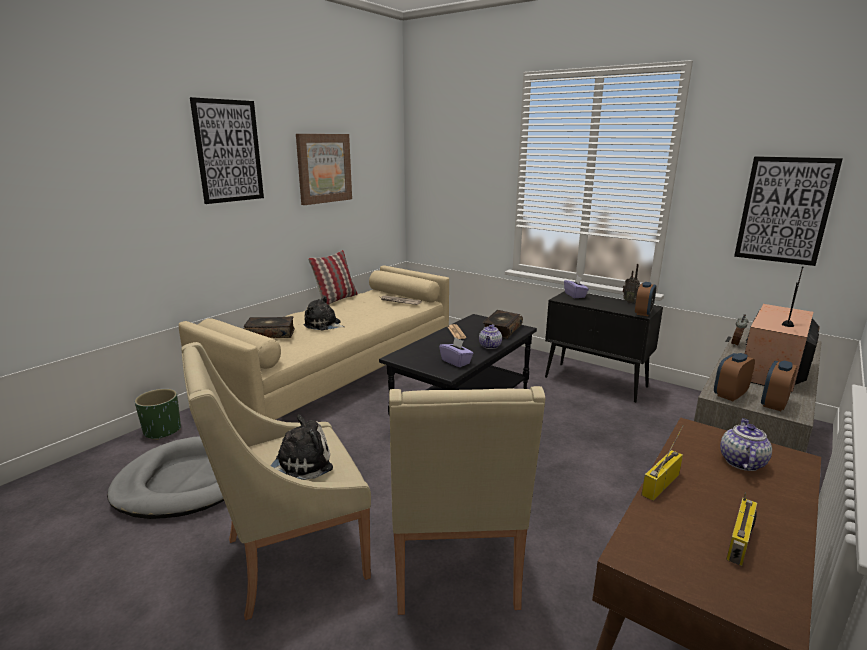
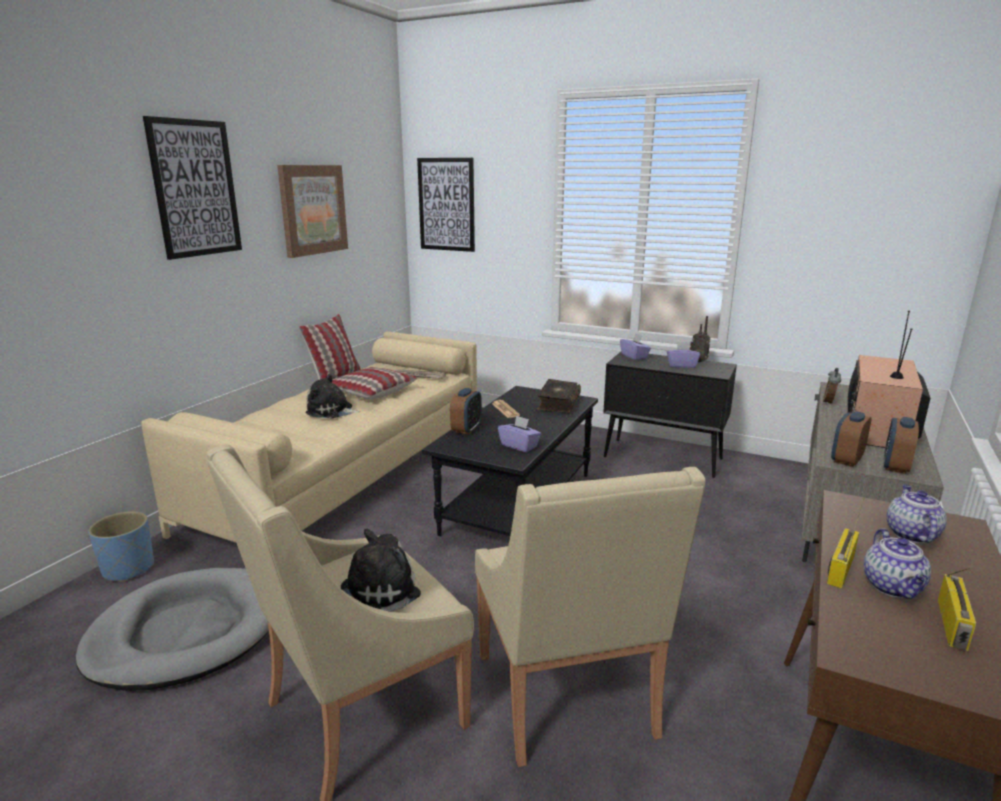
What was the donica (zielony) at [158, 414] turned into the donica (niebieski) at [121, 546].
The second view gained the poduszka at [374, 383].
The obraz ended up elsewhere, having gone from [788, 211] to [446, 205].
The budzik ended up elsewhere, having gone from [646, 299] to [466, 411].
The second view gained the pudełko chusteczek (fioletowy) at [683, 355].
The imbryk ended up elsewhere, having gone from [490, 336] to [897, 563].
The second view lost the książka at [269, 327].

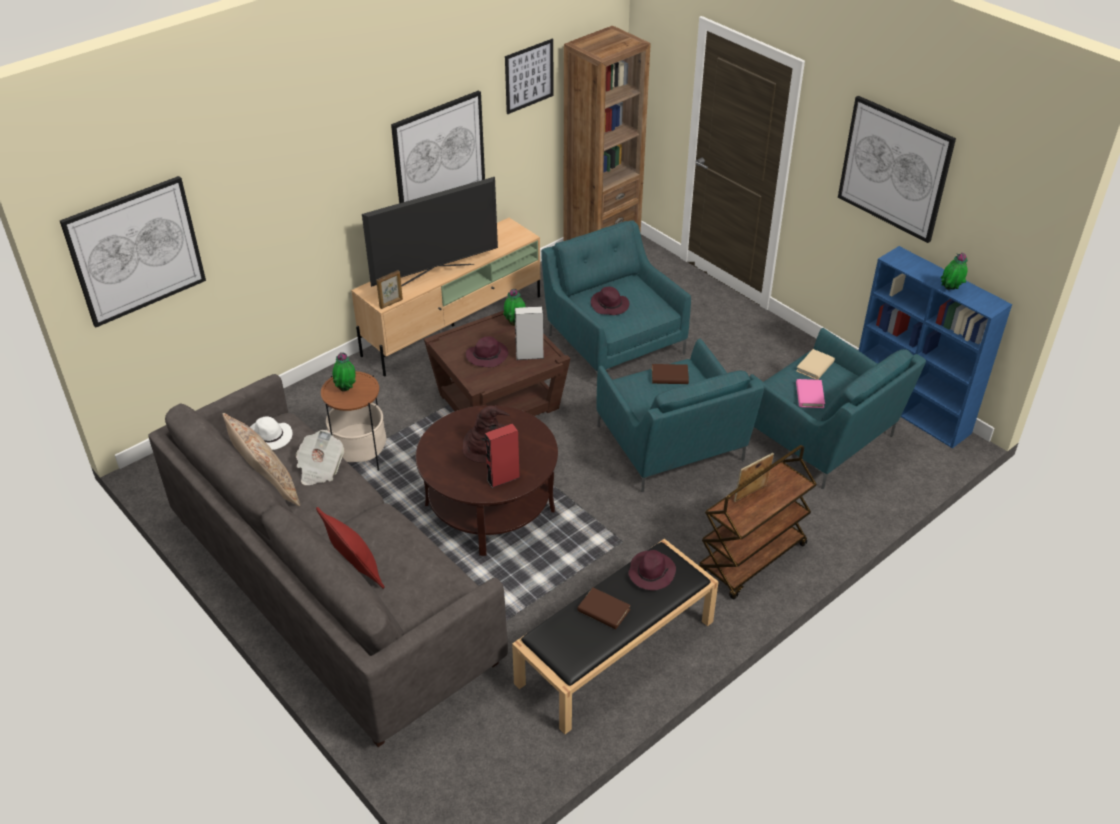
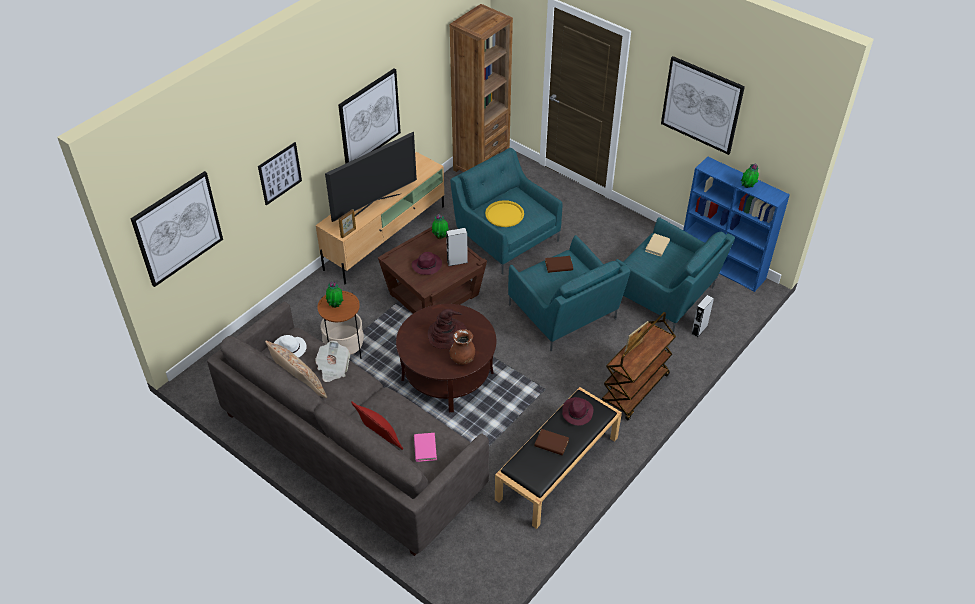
The obraz ended up elsewhere, having gone from [529, 76] to [280, 173].
The książka (różowy) ended up elsewhere, having gone from [810, 393] to [425, 447].
Where the głośnik (czerwony) stood at [502, 455], the wazon (brązowy) came to stand at [462, 347].
Where the kapelusz (fioletowy) stood at [610, 301], the taca (żółty) came to stand at [504, 213].
The second view gained the głośnik (szary) at [702, 316].

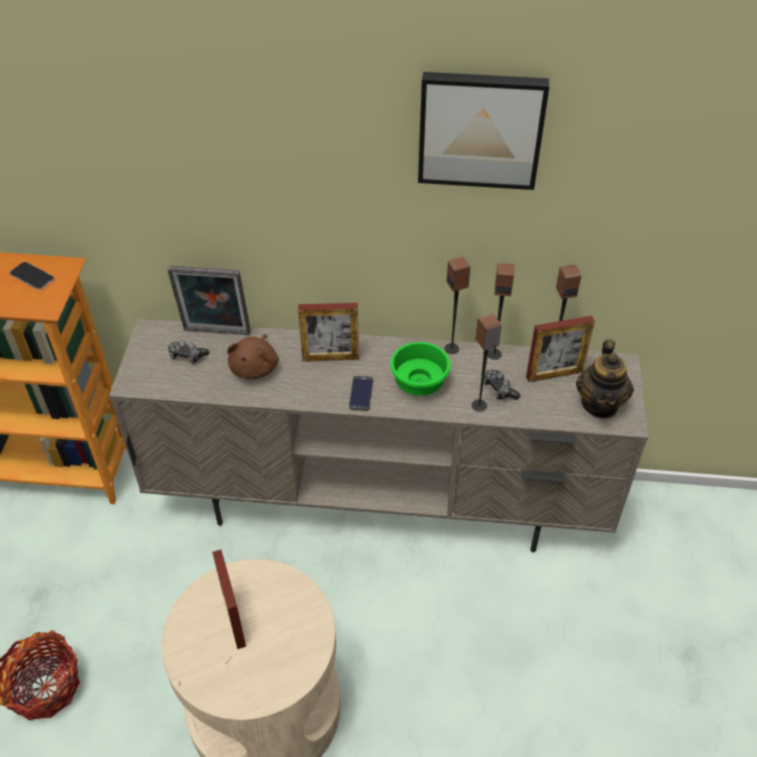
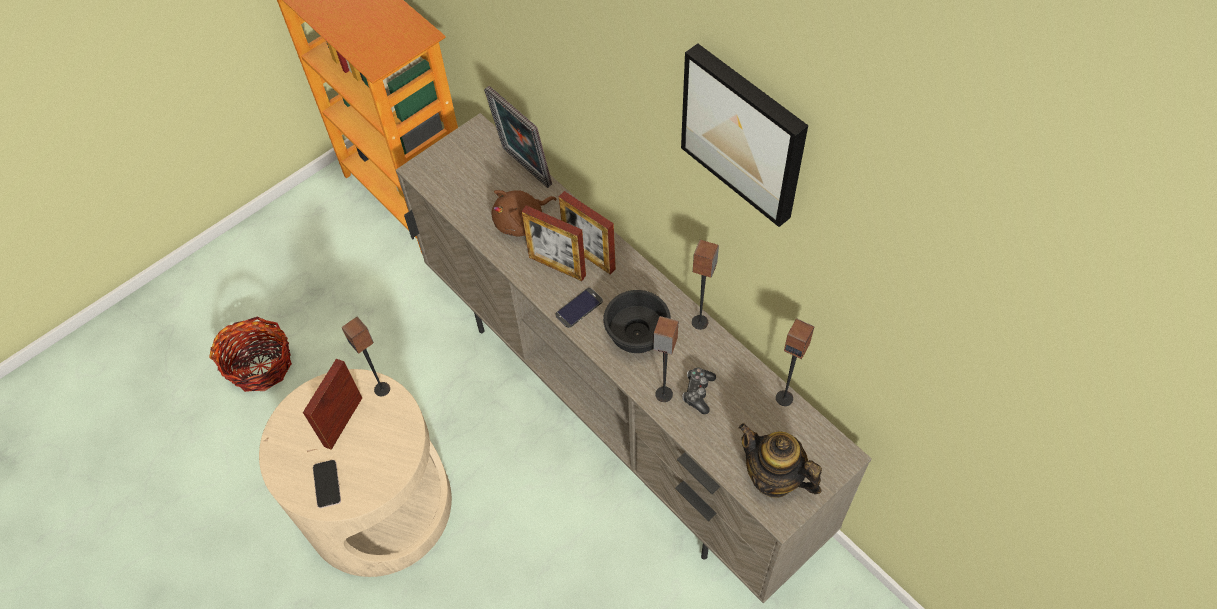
The telefon ended up elsewhere, having gone from [31, 276] to [327, 484].
The głośnik ended up elsewhere, having gone from [501, 311] to [366, 356].
The ramka na zdjęcie ended up elsewhere, having gone from [560, 349] to [553, 243].
What was the miska (zielony) at [420, 369] turned into the miska (czarny) at [637, 321].
The imbryk at [605, 379] ended up facing another way, 75 degrees clockwise from before.
The second view lost the pad do gier at [188, 352].

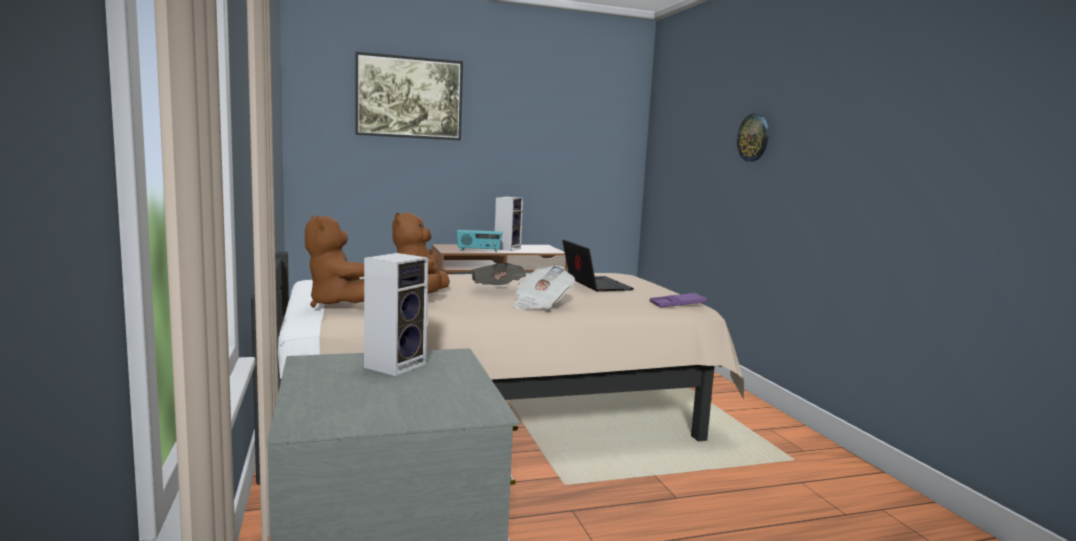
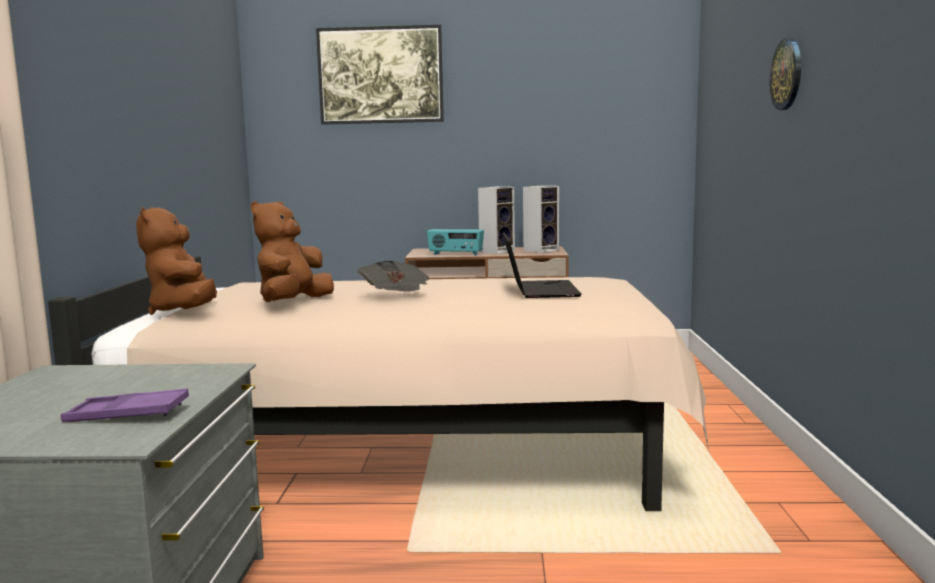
The taca (fioletowy) ended up elsewhere, having gone from [678, 300] to [125, 405].
The głośnik ended up elsewhere, having gone from [396, 314] to [541, 219].
The second view lost the gazeta at [544, 287].

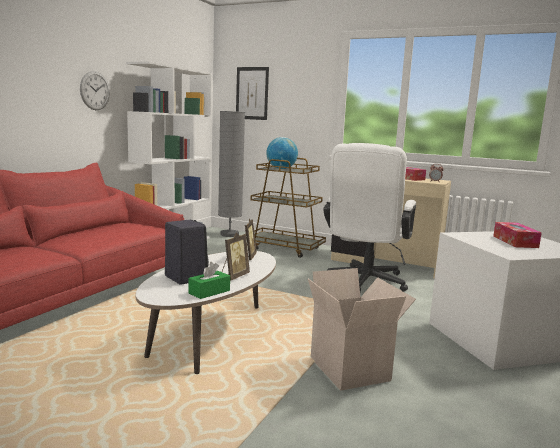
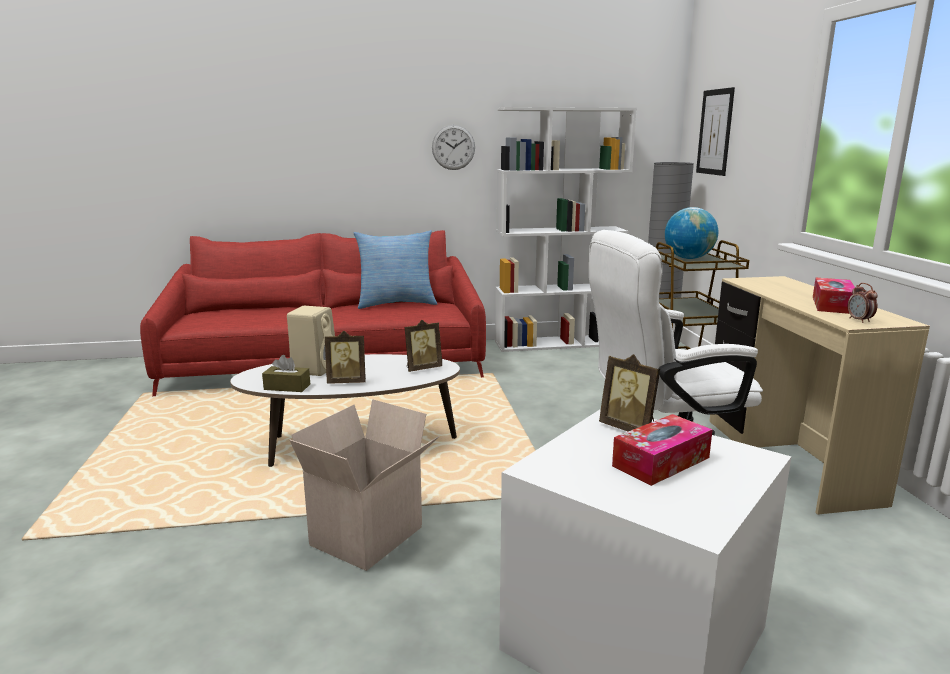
What was the pudełko chusteczek (zielony) at [209, 280] turned into the pudełko chusteczek (brązowy) at [286, 373].
What was the głośnik (czarny) at [187, 252] turned into the głośnik (beżowy) at [311, 341].
The second view gained the poduszka at [395, 269].
The second view gained the ramka na zdjęcie at [629, 392].

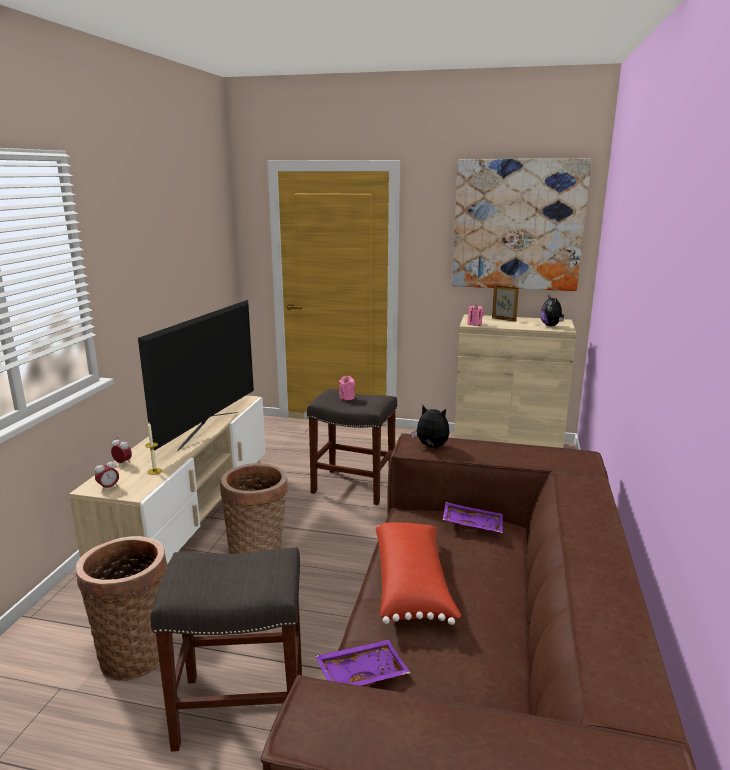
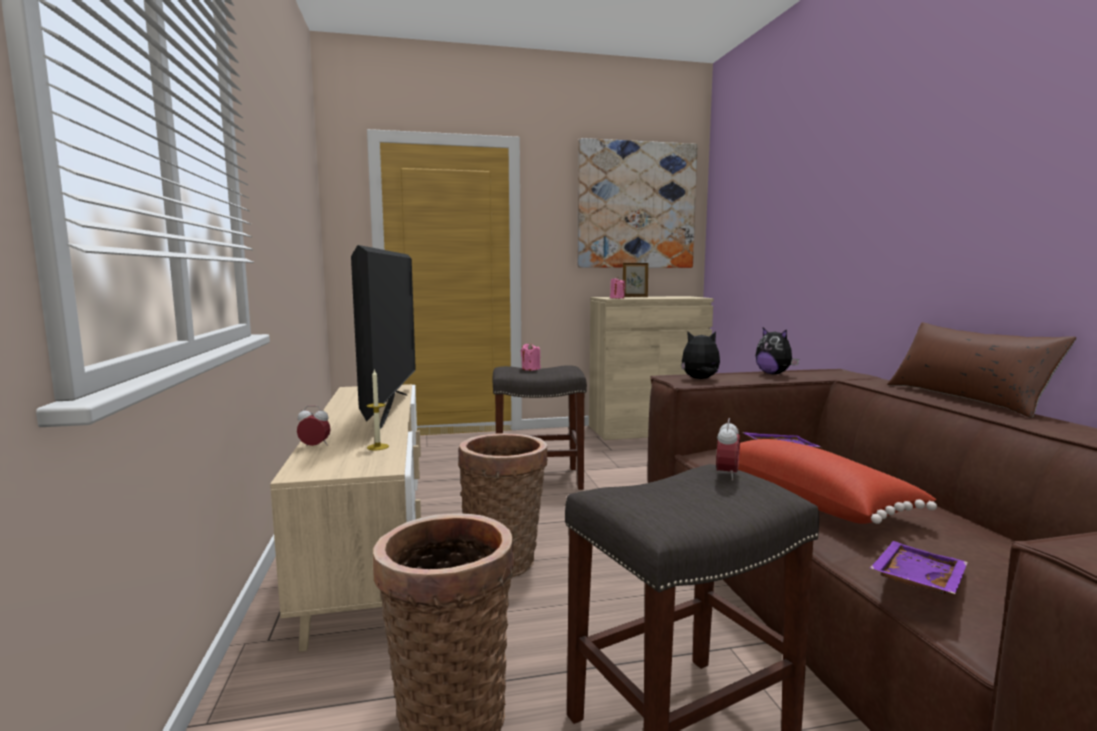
The budzik ended up elsewhere, having gone from [107, 475] to [728, 449].
The pluszak ended up elsewhere, having gone from [552, 310] to [777, 351].
The second view gained the poduszka (brązowy) at [982, 370].

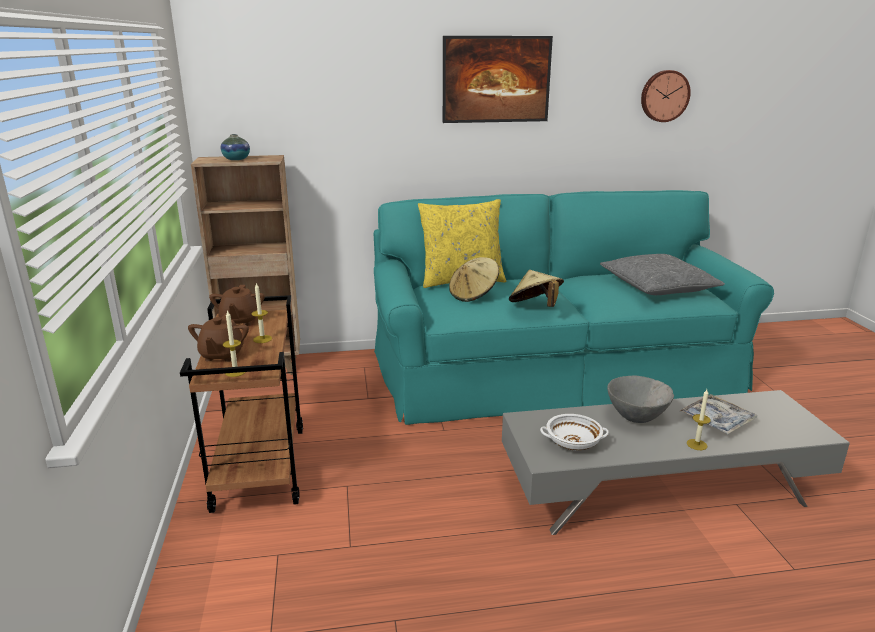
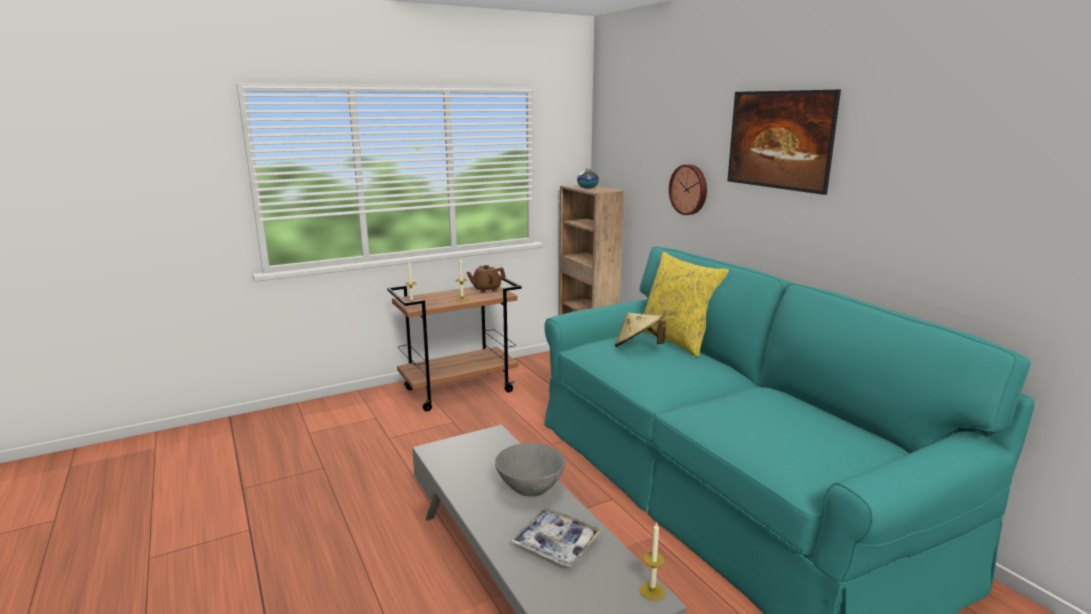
The świeca ended up elsewhere, having gone from [699, 419] to [652, 561].
The zegar ścienny ended up elsewhere, having gone from [666, 96] to [688, 189].
The second view lost the imbryk (brązowy) at [218, 338].
The second view lost the kapelusz (beżowy) at [536, 288].
The second view lost the miska (biały) at [574, 432].
The second view lost the poduszka (szary) at [662, 274].

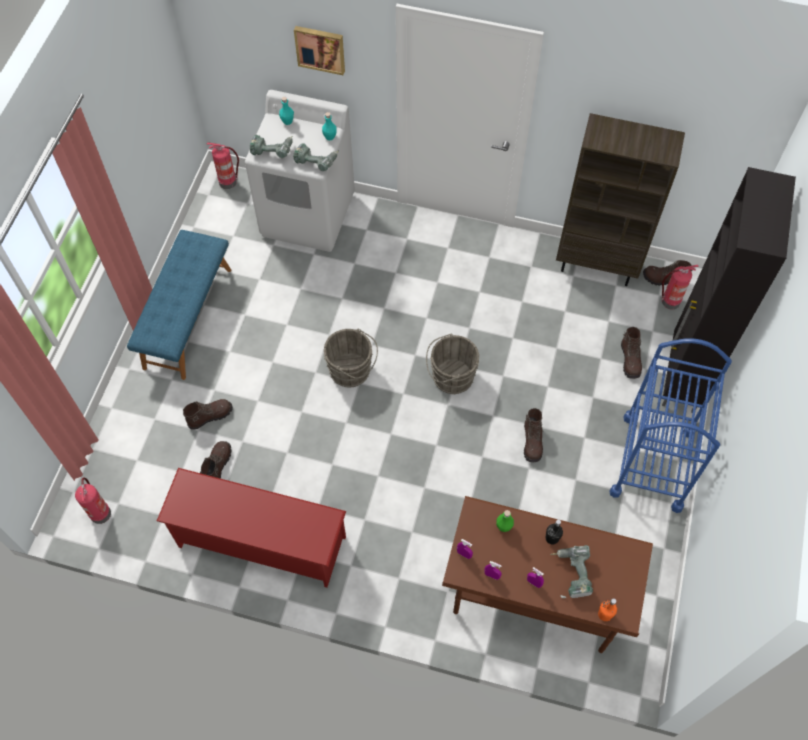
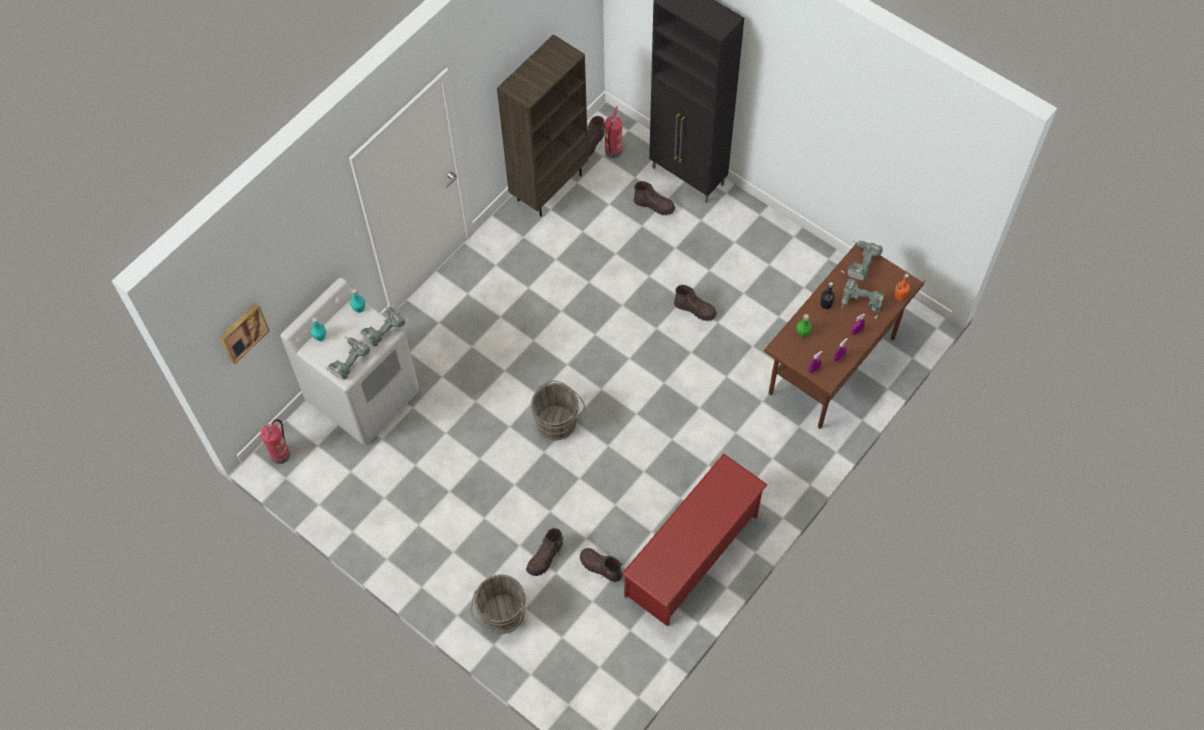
The obraz ended up elsewhere, having gone from [319, 50] to [244, 333].
The wiadro (szary) ended up elsewhere, having gone from [452, 364] to [498, 604].
The but z cholewką (brązowy) at [208, 414] ended up facing another way, 135 degrees counterclockwise from before.
The second view gained the wiertarka at [862, 260].
The second view lost the gaśnica at [93, 500].
The second view lost the ławka (niebieski) at [179, 305].
The second view lost the wózek (niebieski) at [671, 426].

